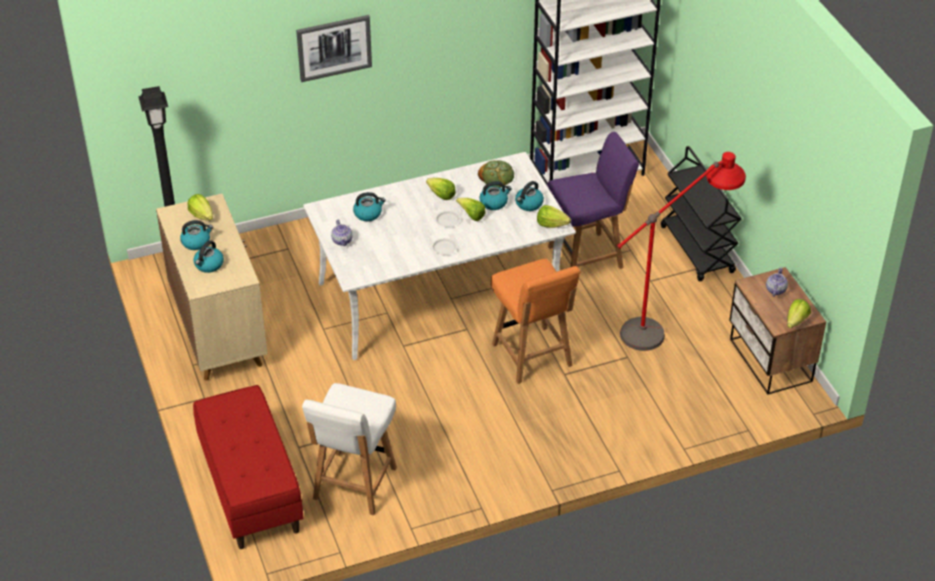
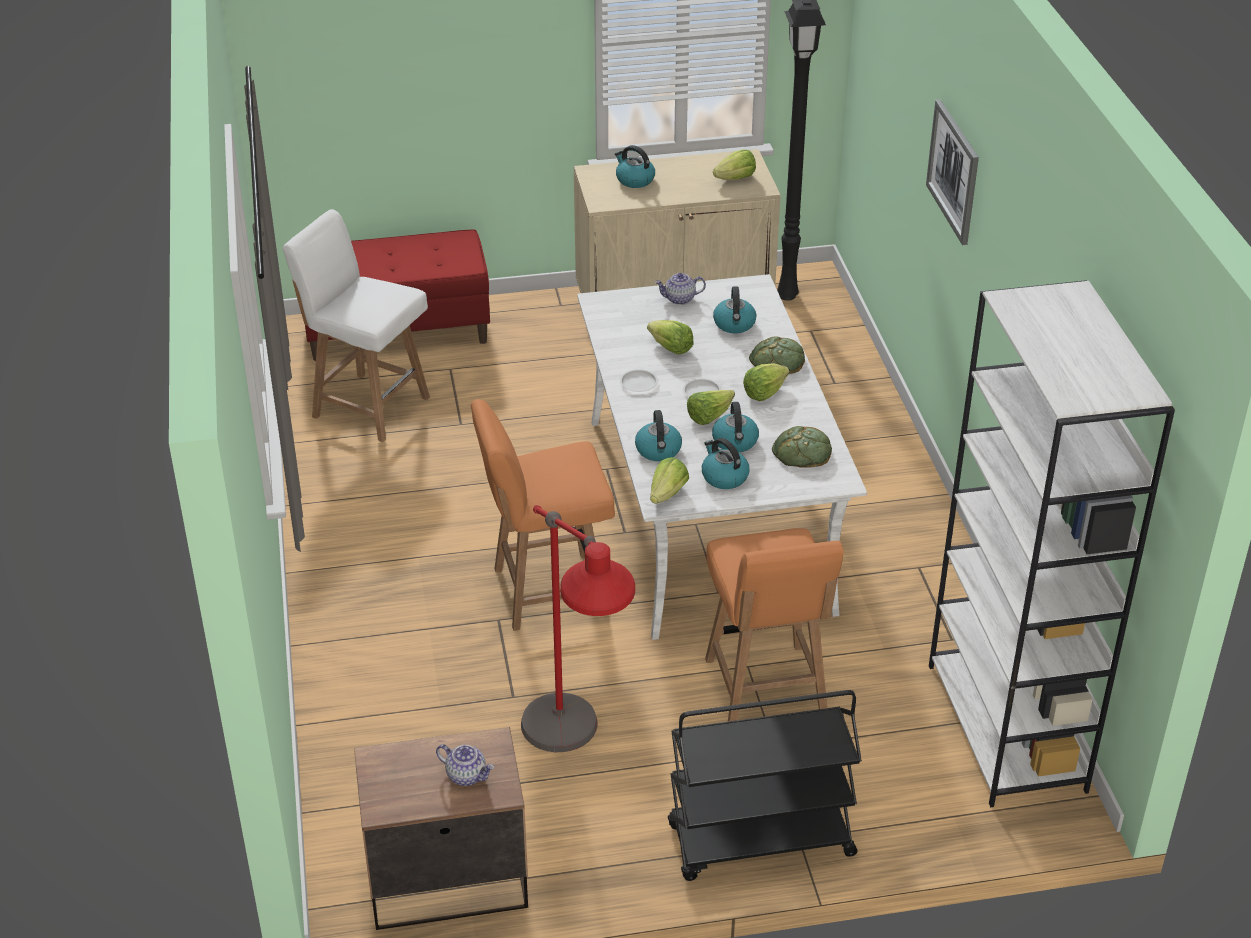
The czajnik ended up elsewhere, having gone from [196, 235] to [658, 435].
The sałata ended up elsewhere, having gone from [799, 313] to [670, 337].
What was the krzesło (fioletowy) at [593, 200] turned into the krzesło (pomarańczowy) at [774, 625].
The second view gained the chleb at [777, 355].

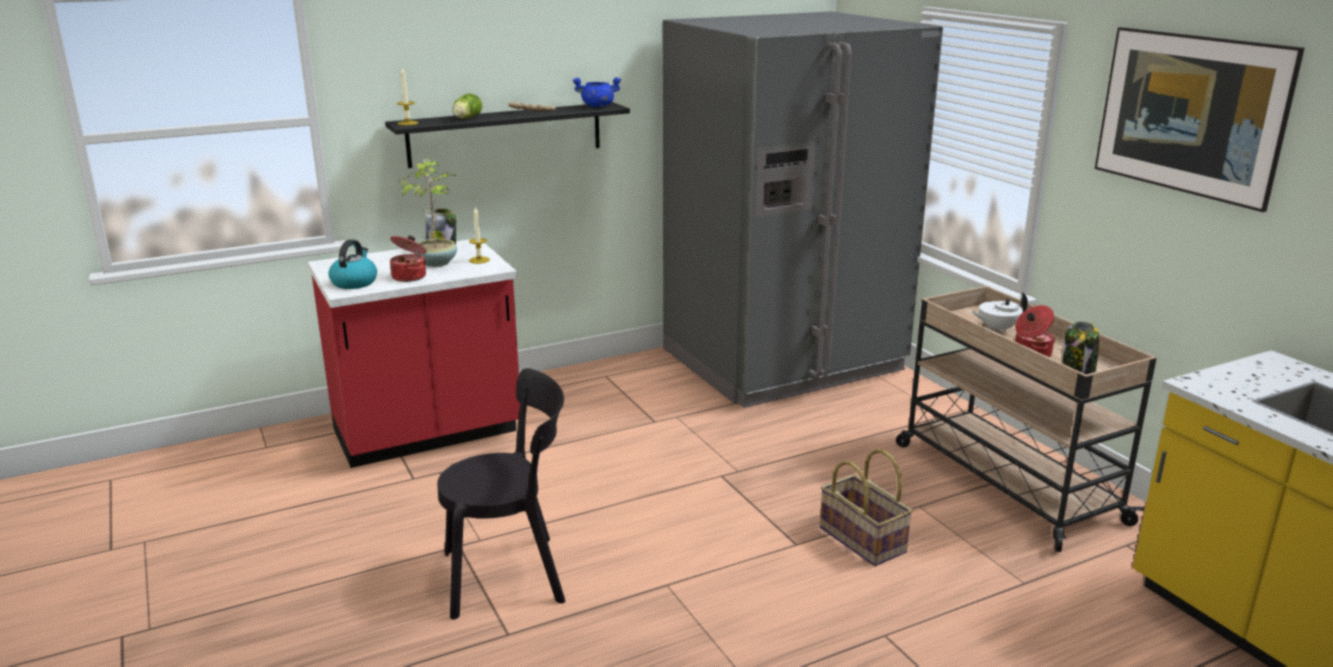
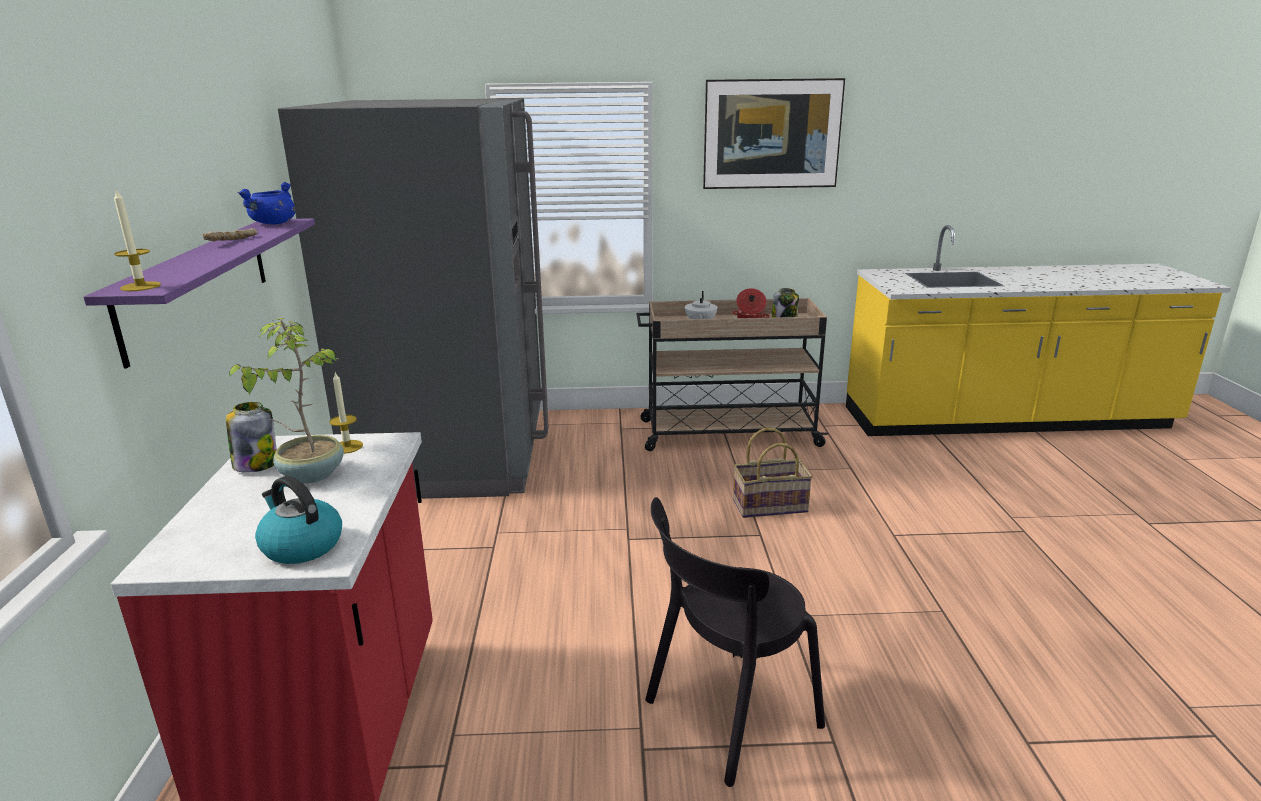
What was the półka (czarny) at [507, 135] turned into the półka (fioletowy) at [199, 293].
The krzesło (czarny) at [501, 493] ended up facing another way, 135 degrees counterclockwise from before.
The second view lost the garnek at [408, 259].
The second view lost the sałata at [467, 106].

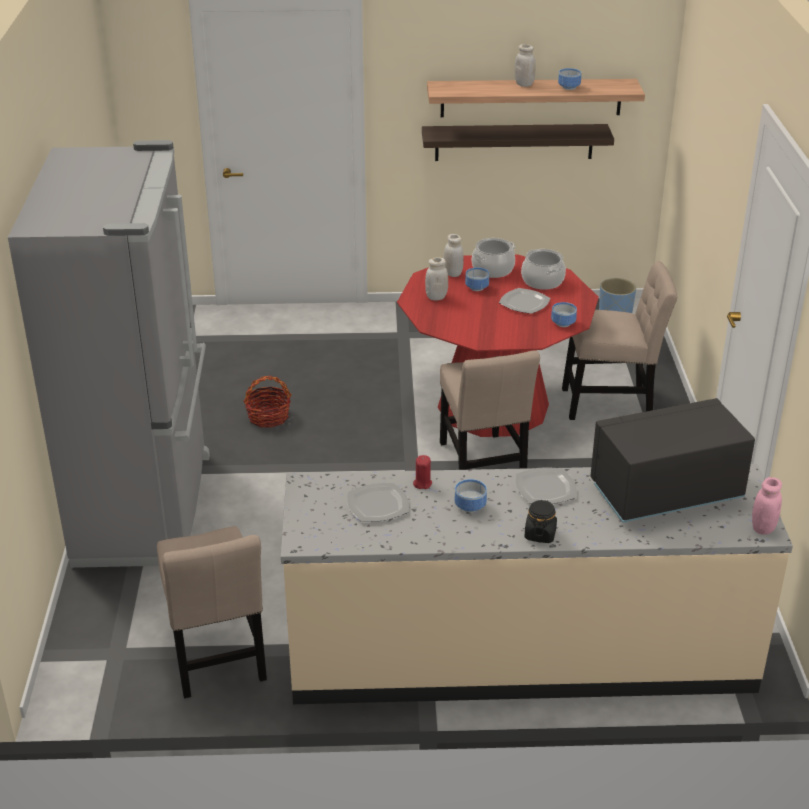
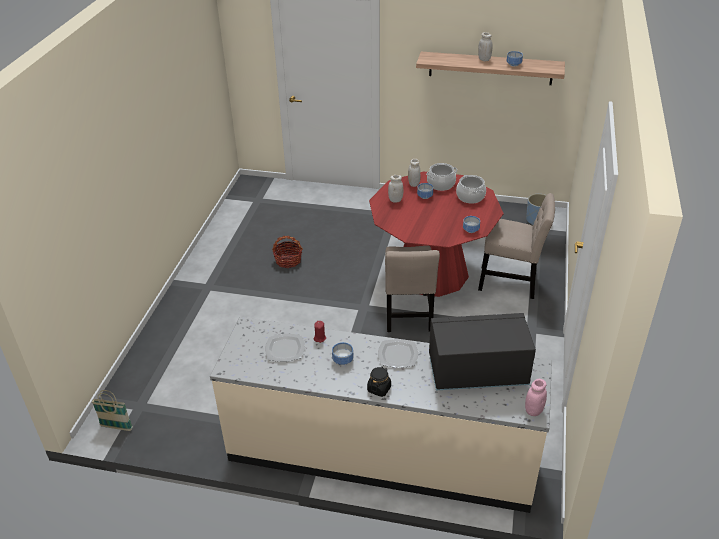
The second view gained the koszyk at [112, 410].
The second view lost the lodówka (szary) at [109, 354].
The second view lost the krzesło (beżowy) at [212, 612].
The second view lost the półka at [518, 142].
The second view lost the talerz at [525, 301].

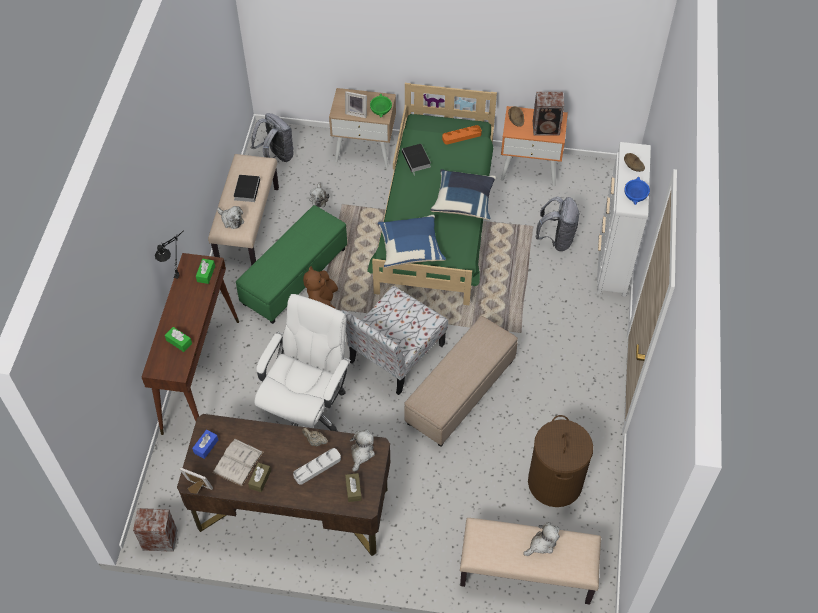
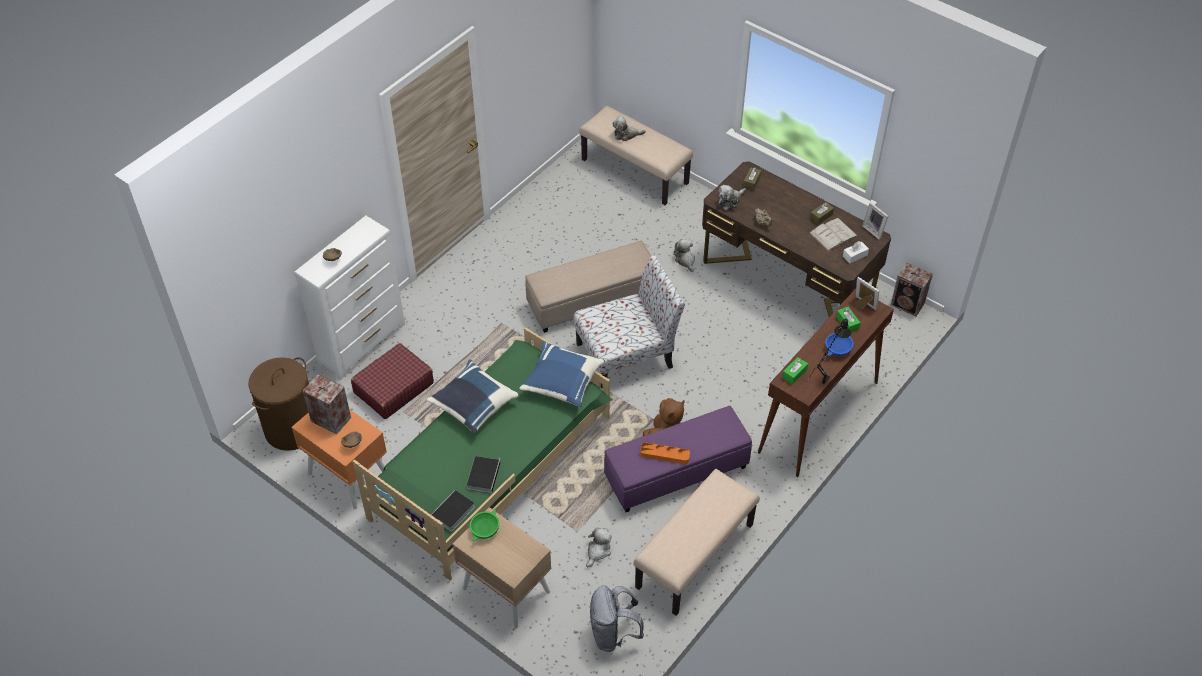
The kosz na pranie (brązowy) ended up elsewhere, having gone from [560, 461] to [279, 404].
Where the plecak (szary) stood at [557, 224], the walizka (czerwony) came to stand at [392, 381].
The książka ended up elsewhere, having gone from [246, 188] to [453, 510].
What was the pufa (zielony) at [291, 264] turned into the pufa (fioletowy) at [678, 459].
The taca (pomarańczowy) ended up elsewhere, having gone from [462, 134] to [665, 453].
The pluszak ended up elsewhere, having gone from [230, 217] to [684, 255].
The miska (niebieski) ended up elsewhere, having gone from [637, 191] to [839, 344].
What was the pudełko chusteczek (niebieski) at [205, 444] turned into the pudełko chusteczek (biały) at [856, 252].
The ramka na zdjęcie ended up elsewhere, having gone from [356, 104] to [867, 293].
The second view lost the krzesło biurowe (biały) at [303, 362].
The second view lost the taca (szary) at [317, 466].

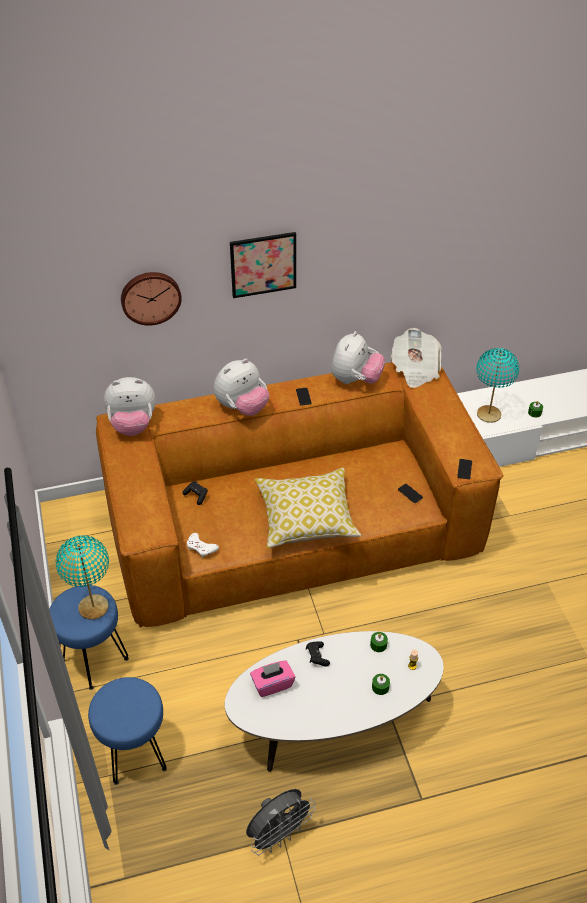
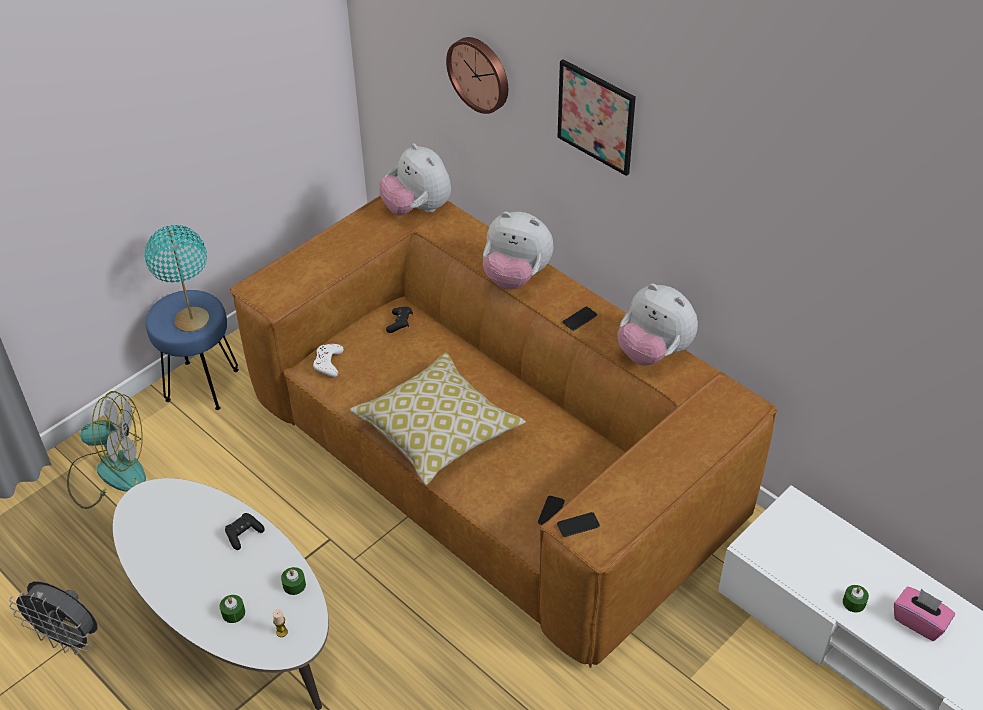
Where the stołek (niebieski) stood at [127, 731], the wentylator came to stand at [106, 450].
The pluszak at [358, 357] ended up facing another way, 45 degrees clockwise from before.
The pudełko chusteczek (różowy) ended up elsewhere, having gone from [272, 678] to [924, 613].
The second view lost the gazeta at [416, 358].
The second view lost the lampa stołowa (turkusowy) at [498, 385].

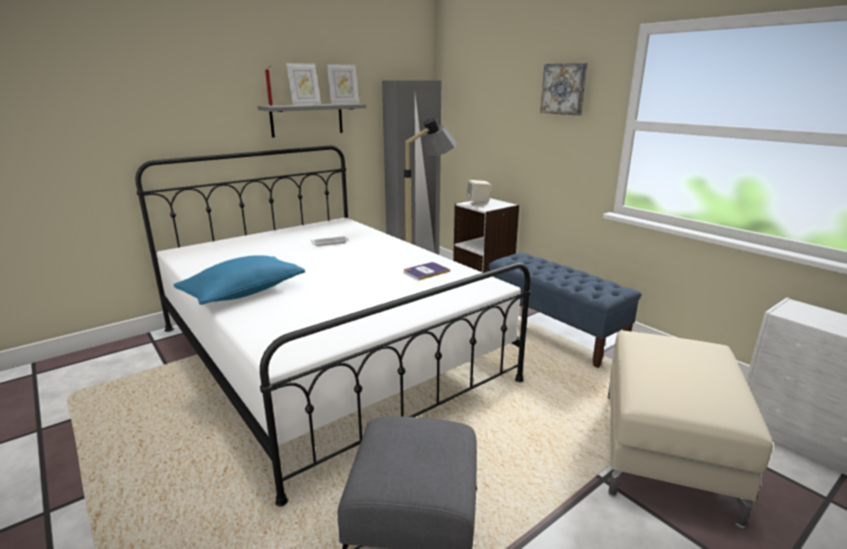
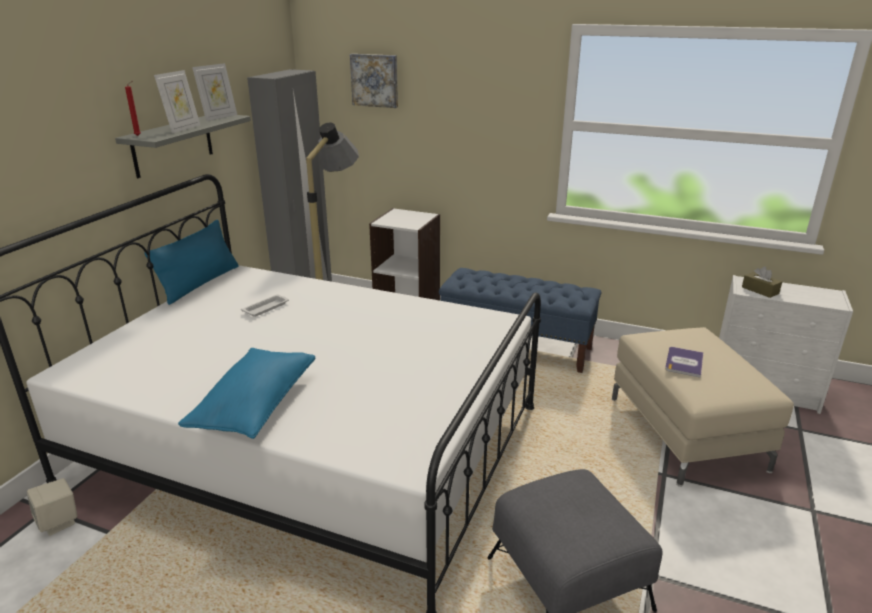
The głośnik (beżowy) ended up elsewhere, having gone from [478, 193] to [52, 507].
The second view gained the poduszka (niebieski) at [191, 262].
The obraz ended up elsewhere, having gone from [563, 89] to [374, 81].
The książka ended up elsewhere, having gone from [427, 271] to [684, 362].
The second view gained the pudełko chusteczek (brązowy) at [762, 282].

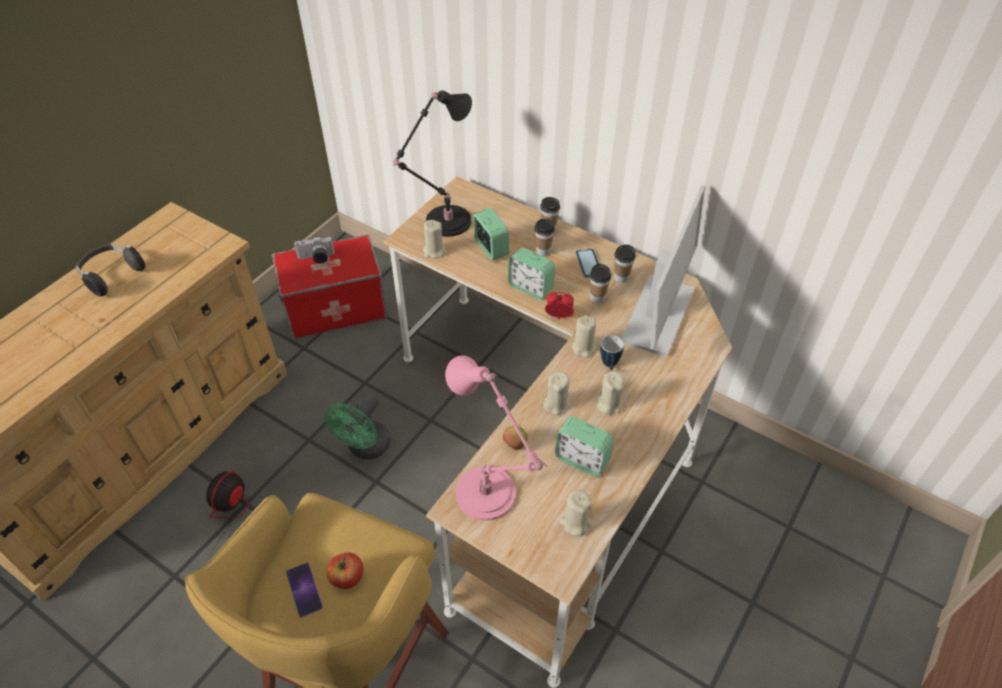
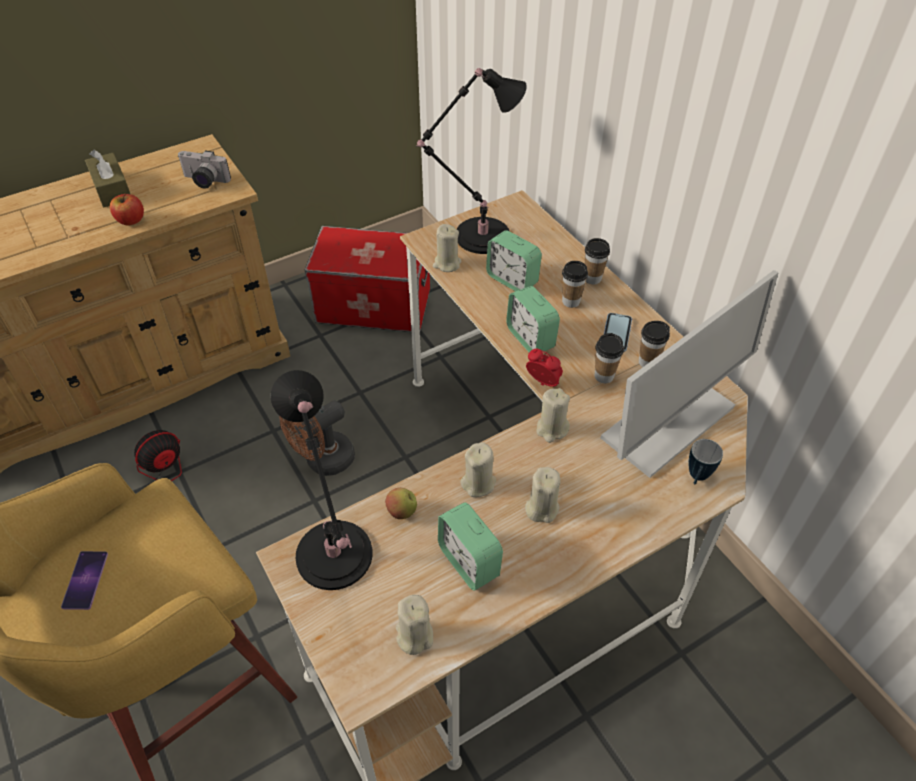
Where the słuchawki stood at [110, 270], the pudełko chusteczek (brązowy) came to stand at [107, 178].
The jabłko ended up elsewhere, having gone from [345, 570] to [127, 210].
The aparat fotograficzny ended up elsewhere, having gone from [314, 249] to [204, 169].
What was the lampa stołowa (różowy) at [496, 438] turned into the lampa stołowa (czarny) at [322, 480].
What was the wentylator (zielony) at [358, 426] turned into the wentylator (brązowy) at [317, 438].
The budzik at [491, 234] ended up facing another way, 135 degrees clockwise from before.
The kubek ended up elsewhere, having gone from [612, 352] to [706, 462].

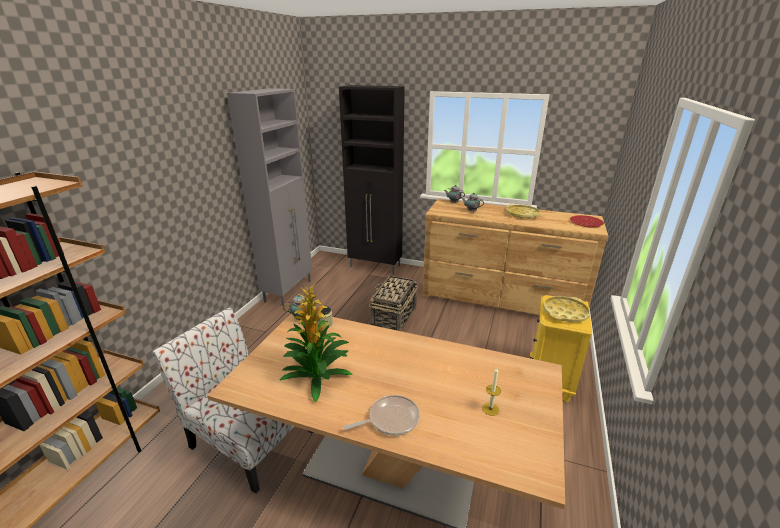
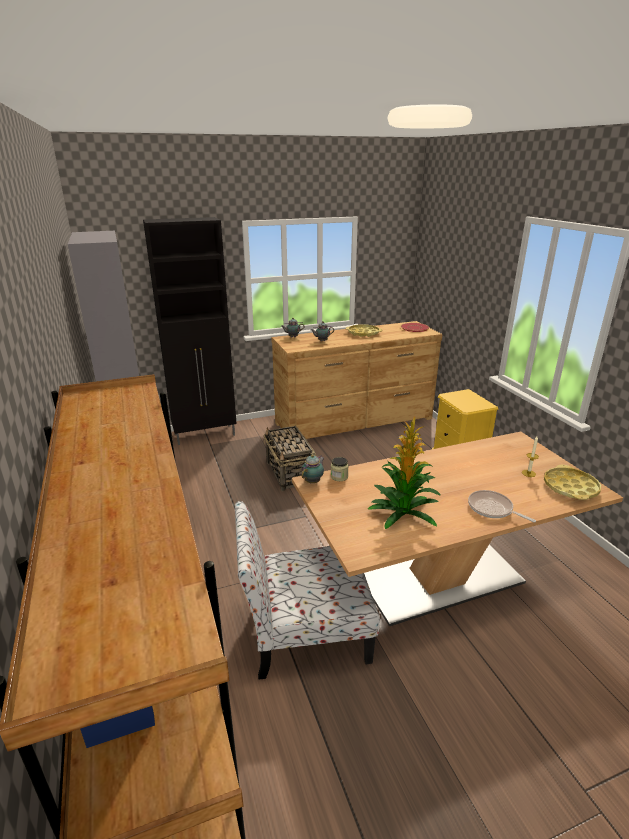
The patelnia at [381, 415] ended up facing another way, 75 degrees counterclockwise from before.
The taca (żółty) ended up elsewhere, having gone from [566, 309] to [572, 482].

